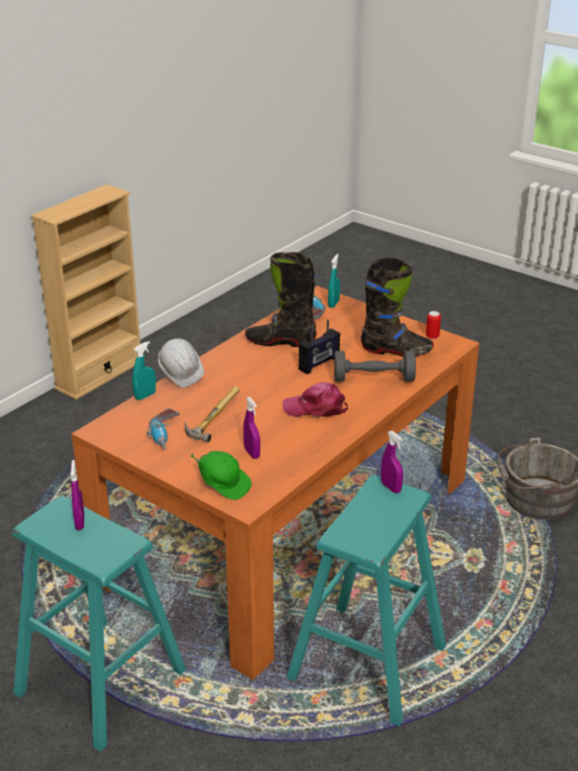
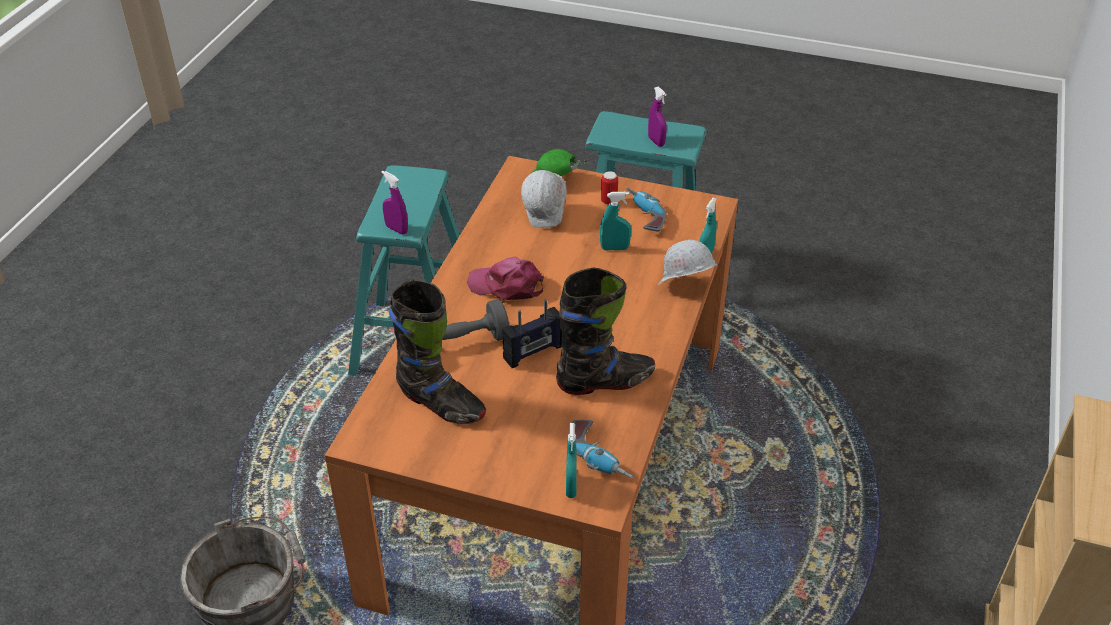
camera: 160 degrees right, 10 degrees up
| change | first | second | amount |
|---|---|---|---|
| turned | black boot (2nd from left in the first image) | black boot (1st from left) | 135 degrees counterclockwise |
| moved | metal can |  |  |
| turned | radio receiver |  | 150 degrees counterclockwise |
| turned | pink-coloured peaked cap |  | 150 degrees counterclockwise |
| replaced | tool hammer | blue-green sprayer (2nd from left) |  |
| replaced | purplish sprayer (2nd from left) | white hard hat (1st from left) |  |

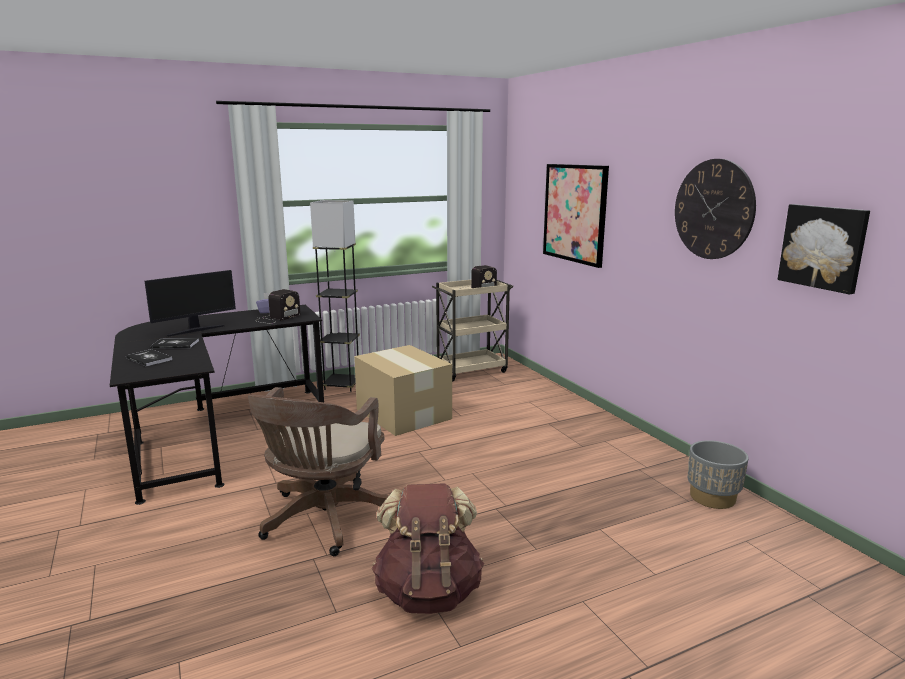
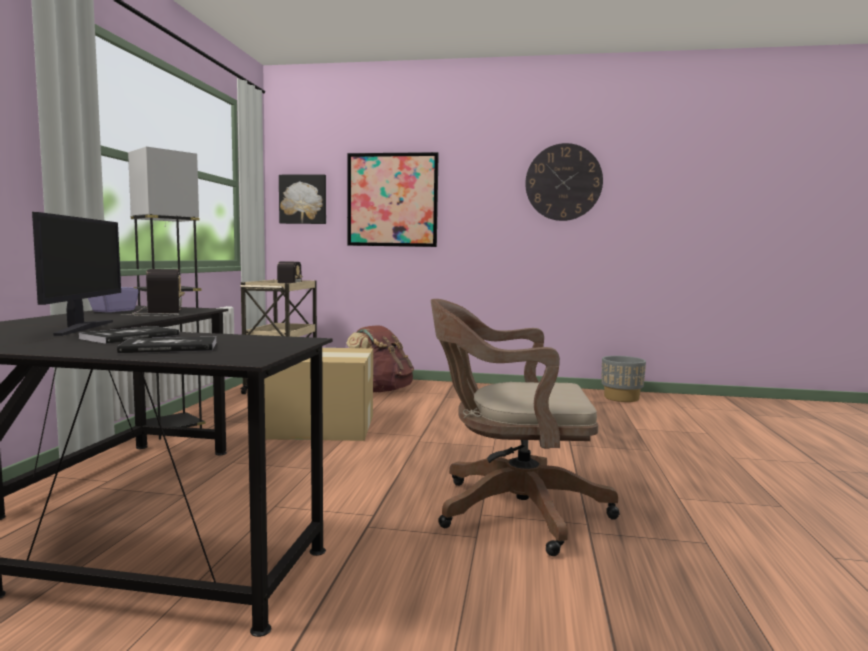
camera: 55 degrees left, 10 degrees down
| change | first | second | amount |
|---|---|---|---|
| moved | picture (2nd from left in the first image) | picture (1st from left) |  |
| turned | brown desk chair |  | 135 degrees clockwise |
| moved | brown rucksack |  |  |

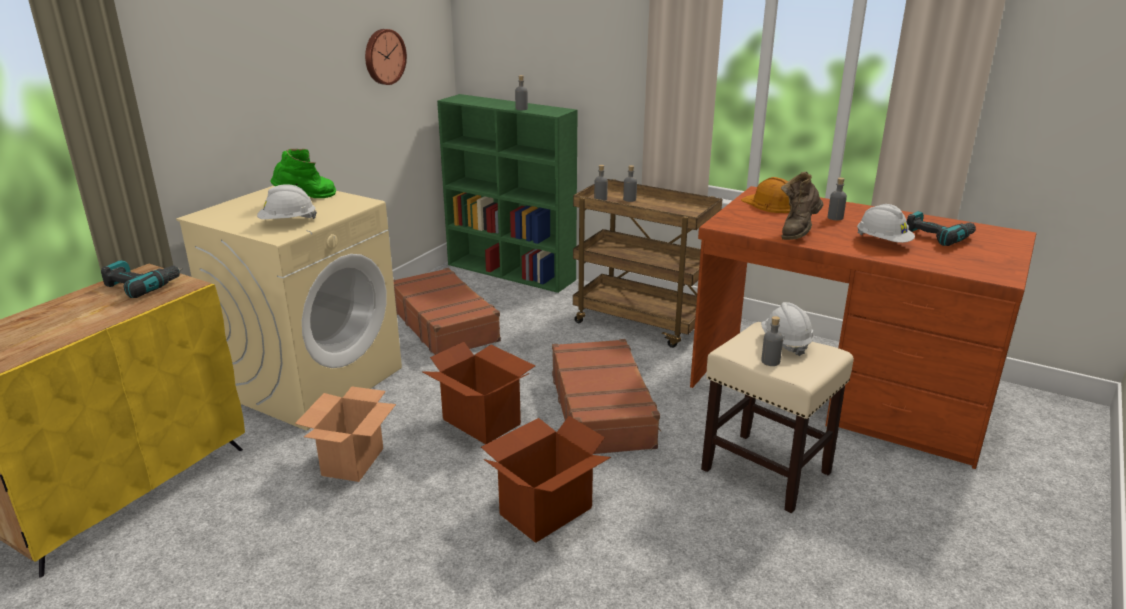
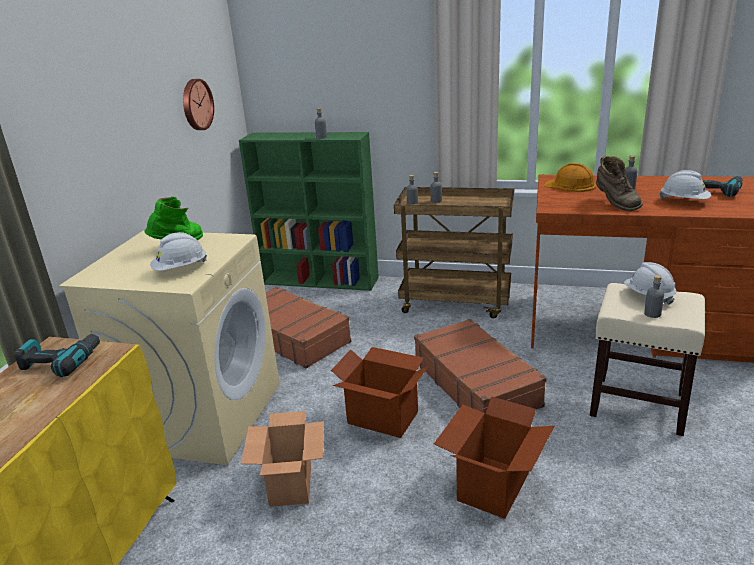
camera: 15 degrees left, 0 degrees up
| change | first | second | amount |
|---|---|---|---|
| turned | brown boot |  | 45 degrees counterclockwise |

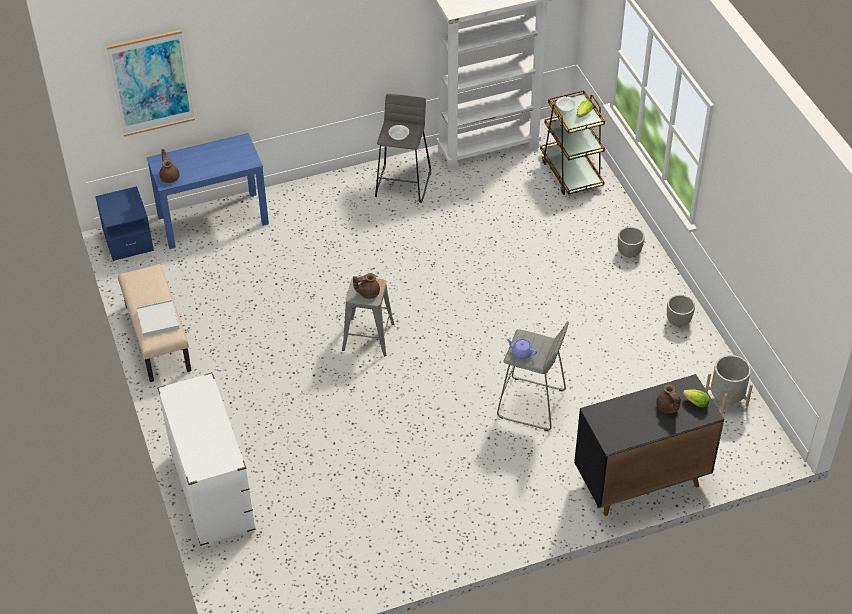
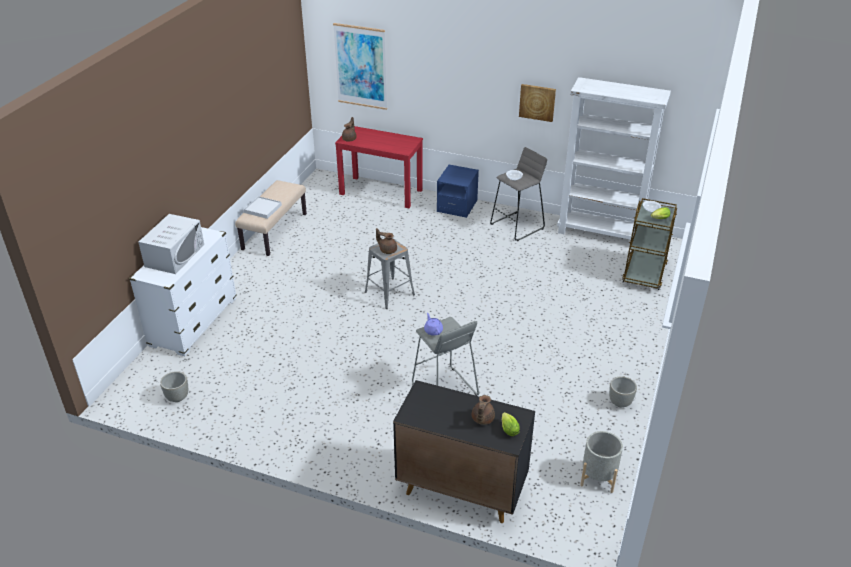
camera: 40 degrees right, 10 degrees down
| change | first | second | amount |
|---|---|---|---|
| recoloured | bluish hall table | reddish hall table |  |
| moved | bluish bedside table |  |  |
| moved | greyish flower pot (1st from left) |  |  |
| added |  | picture (2nd from left) |  |
| added |  | white microwave oven |  |

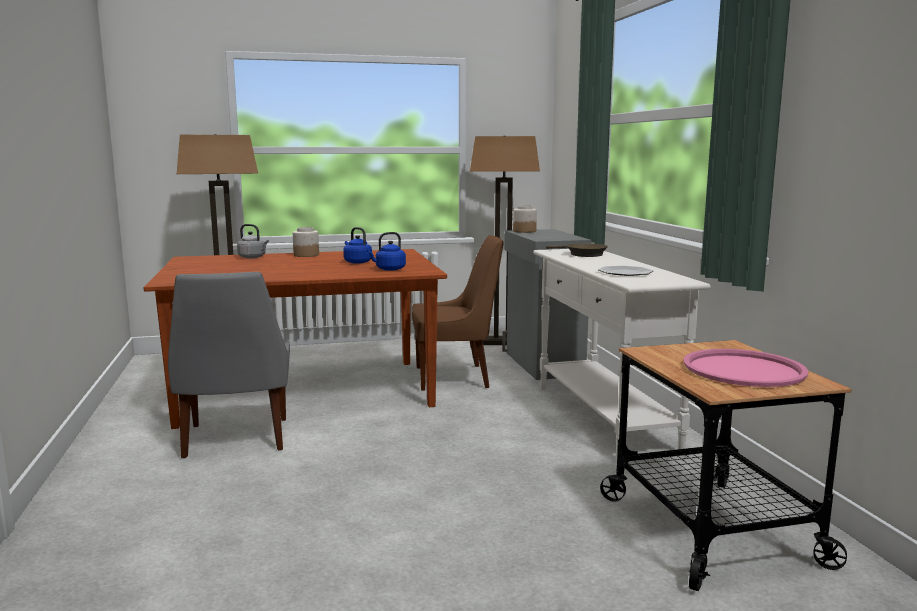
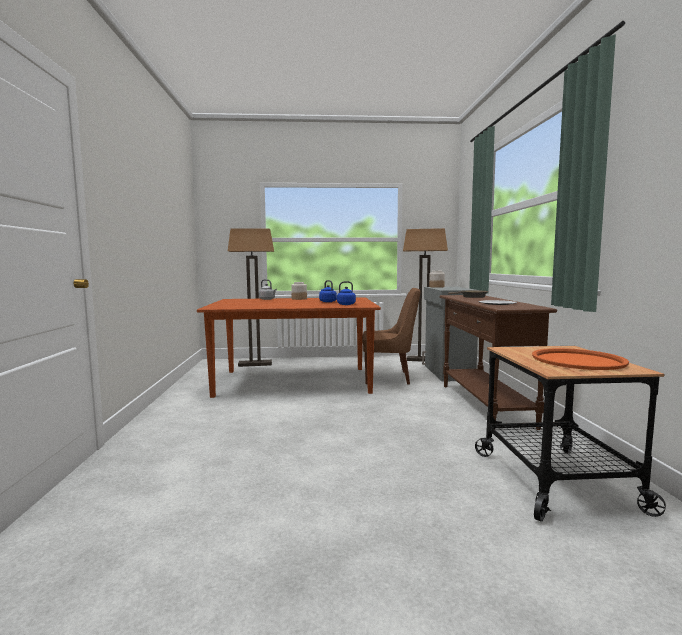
camera: 10 degrees right, 5 degrees down
| change | first | second | amount |
|---|---|---|---|
| recoloured | white hall table | brown hall table |  |
| removed | greyish upright chair |  |  |
| recoloured | pink-coloured serving tray | orange-coloured serving tray |  |

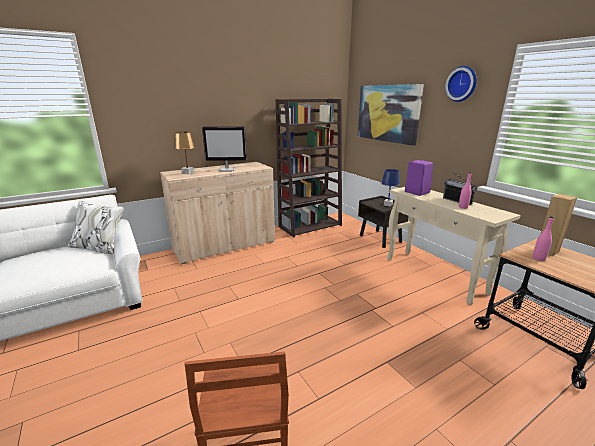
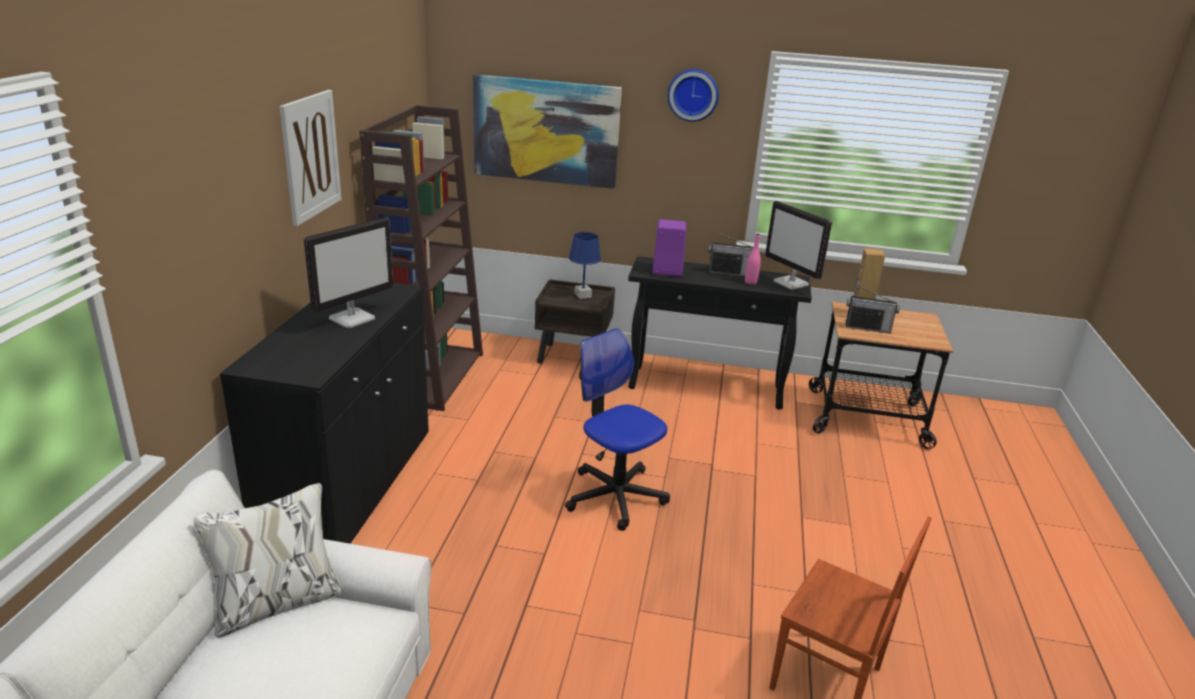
camera: 50 degrees left, 5 degrees up
| change | first | second | amount |
|---|---|---|---|
| removed | brown table lamp |  |  |
| recoloured | sand-coloured storage cabinet | black storage cabinet |  |
| recoloured | sand-coloured hall table | black hall table |  |
| replaced | pink-coloured drink bottle (2nd from left) | radio receiver (2nd from left) |  |
| added |  | picture (1st from left) |  |
| added |  | computer screen (2nd from left) |  |
| added |  | desk chair |  |

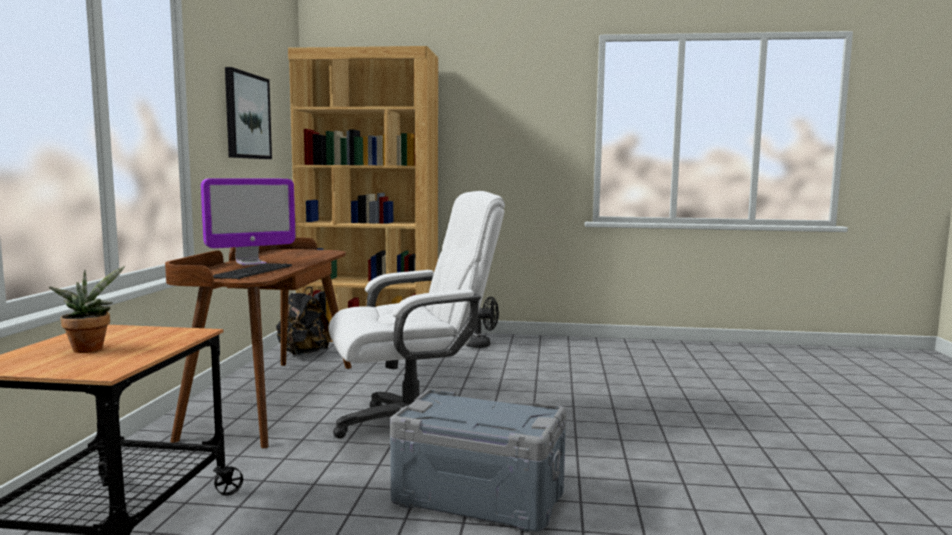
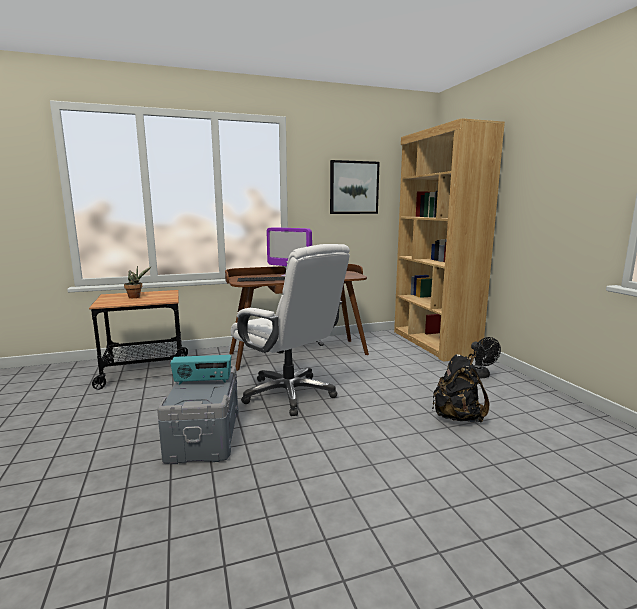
camera: 65 degrees right, 5 degrees up
| change | first | second | amount |
|---|---|---|---|
| moved | black rucksack |  |  |
| added |  | radio receiver |  |

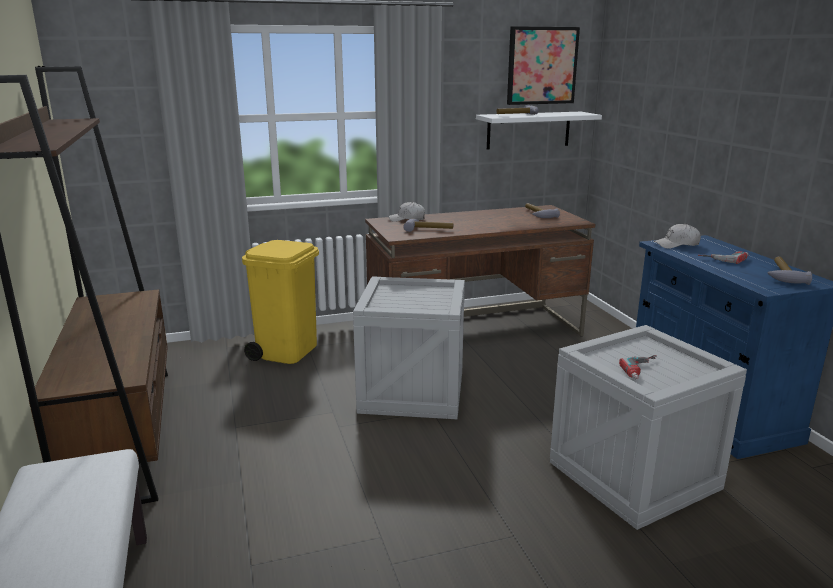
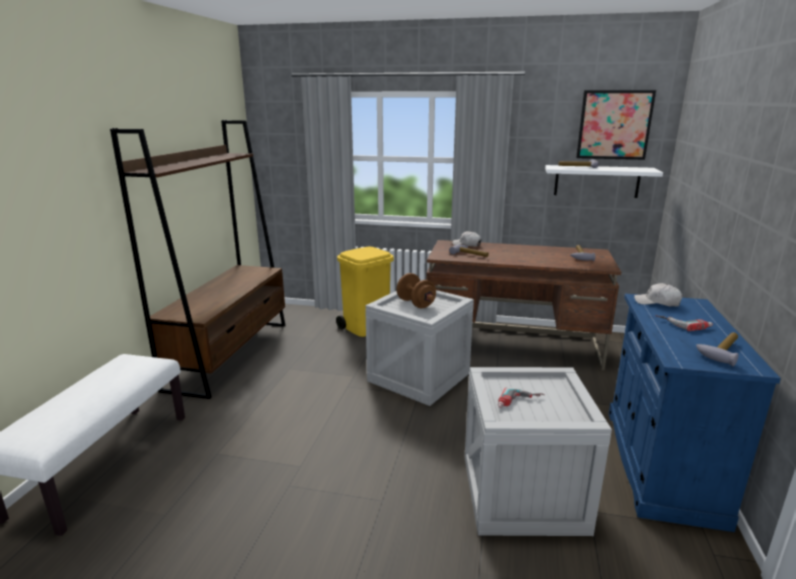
camera: 30 degrees right, 0 degrees up
| change | first | second | amount |
|---|---|---|---|
| added |  | brown dumbbell |  |

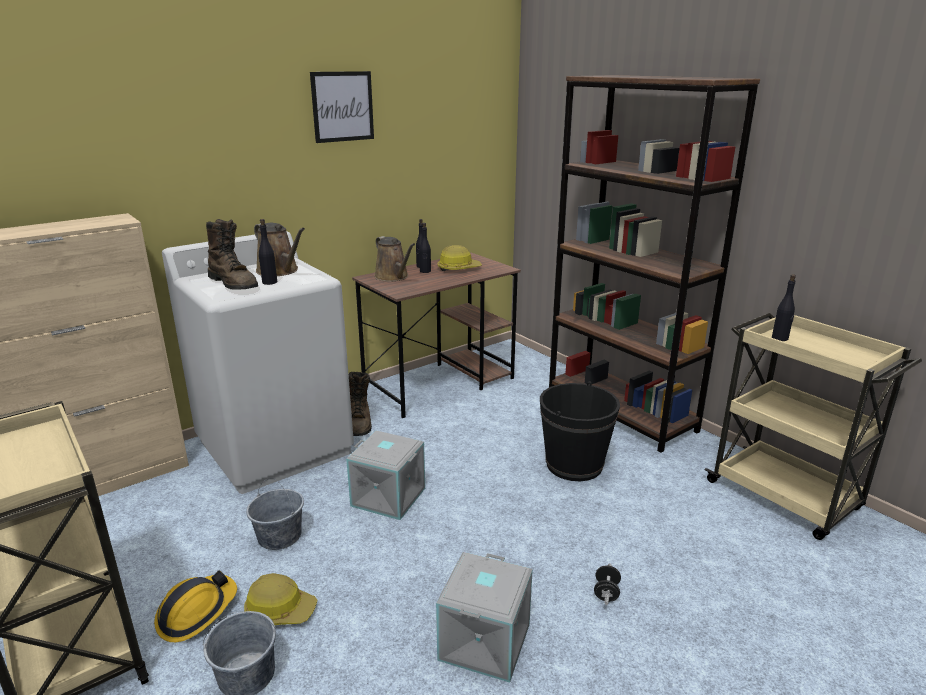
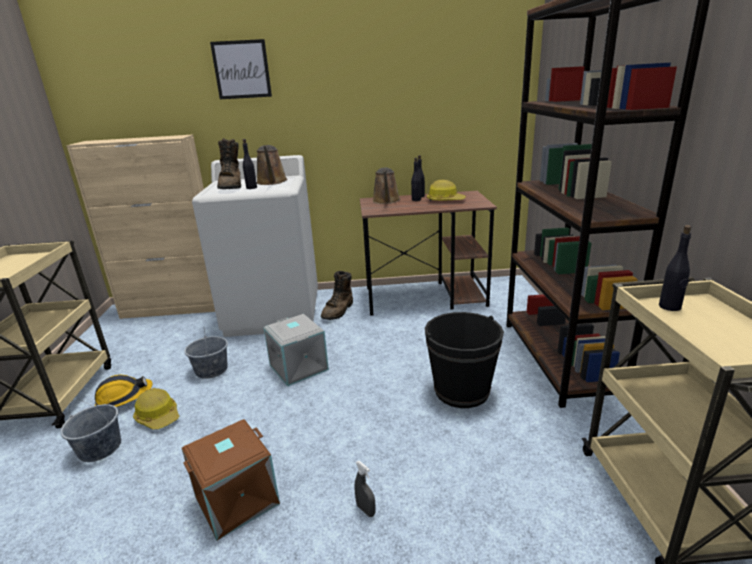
camera: 35 degrees right, 0 degrees up
| change | first | second | amount |
|---|---|---|---|
| moved | picture |  |  |
| recoloured | greyish storage box (2nd from left) | brown storage box |  |
| replaced | black dumbbell | greyish sprayer |  |

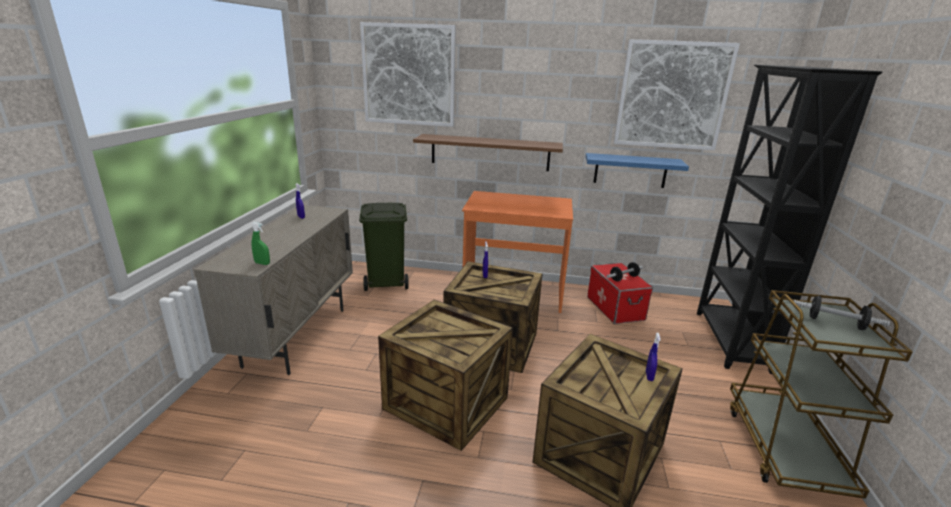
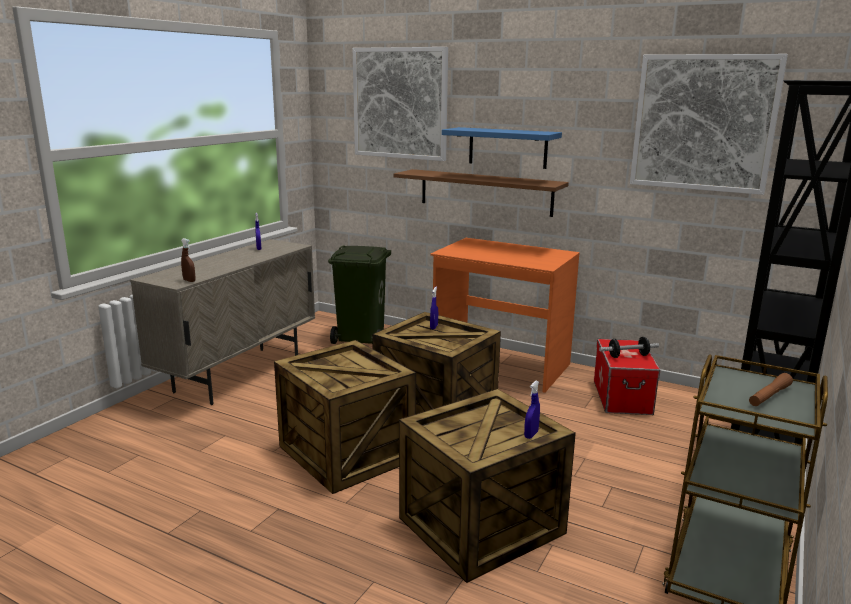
camera: 20 degrees right, 5 degrees down
| change | first | second | amount |
|---|---|---|---|
| moved | bluish bracket shelf |  |  |
| recoloured | green-coloured sprayer | brown sprayer |  |
| replaced | dumbbell (2nd from left) | brown flashlight |  |

